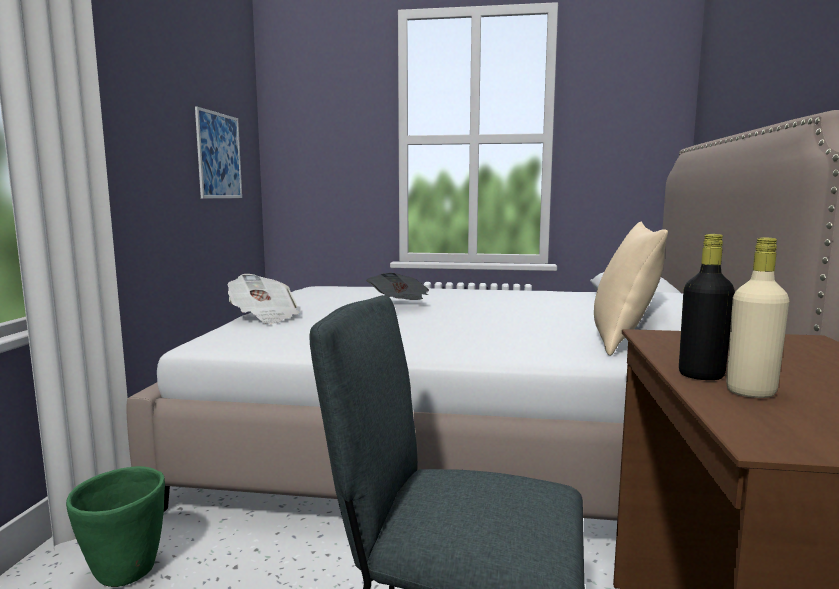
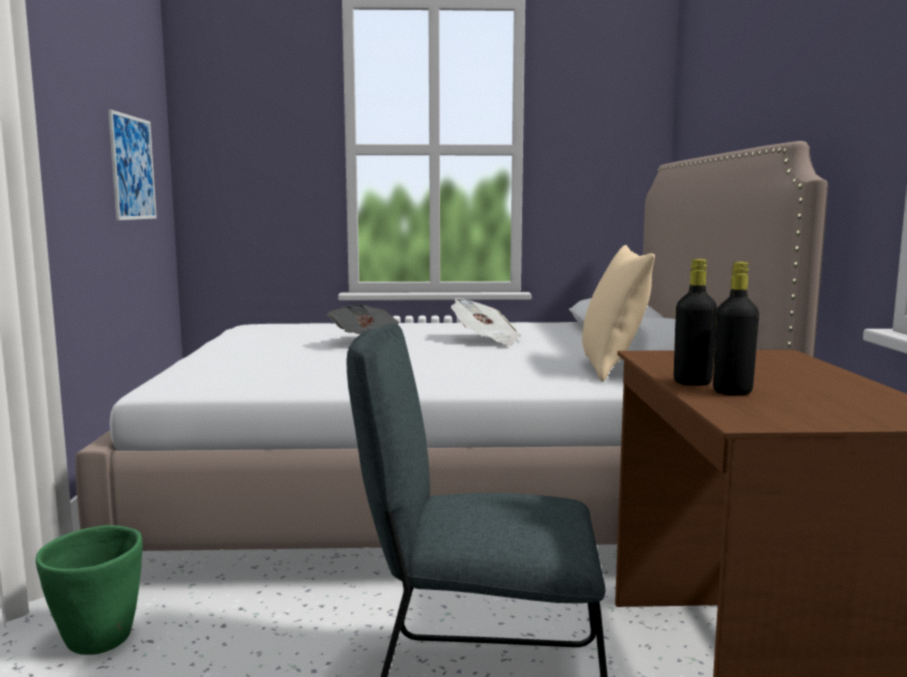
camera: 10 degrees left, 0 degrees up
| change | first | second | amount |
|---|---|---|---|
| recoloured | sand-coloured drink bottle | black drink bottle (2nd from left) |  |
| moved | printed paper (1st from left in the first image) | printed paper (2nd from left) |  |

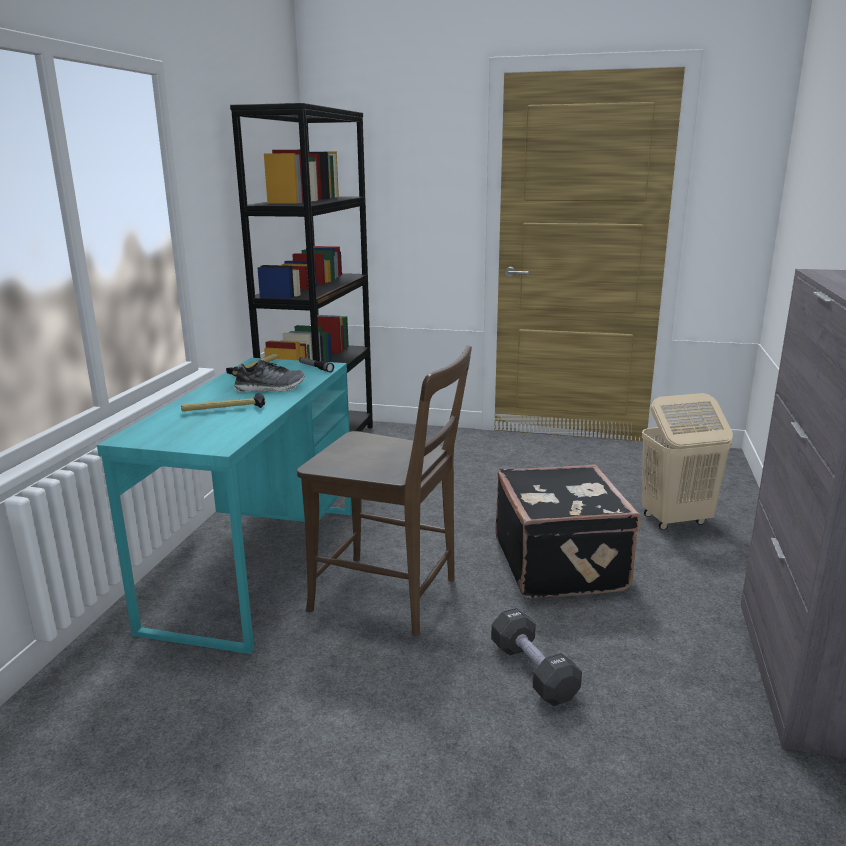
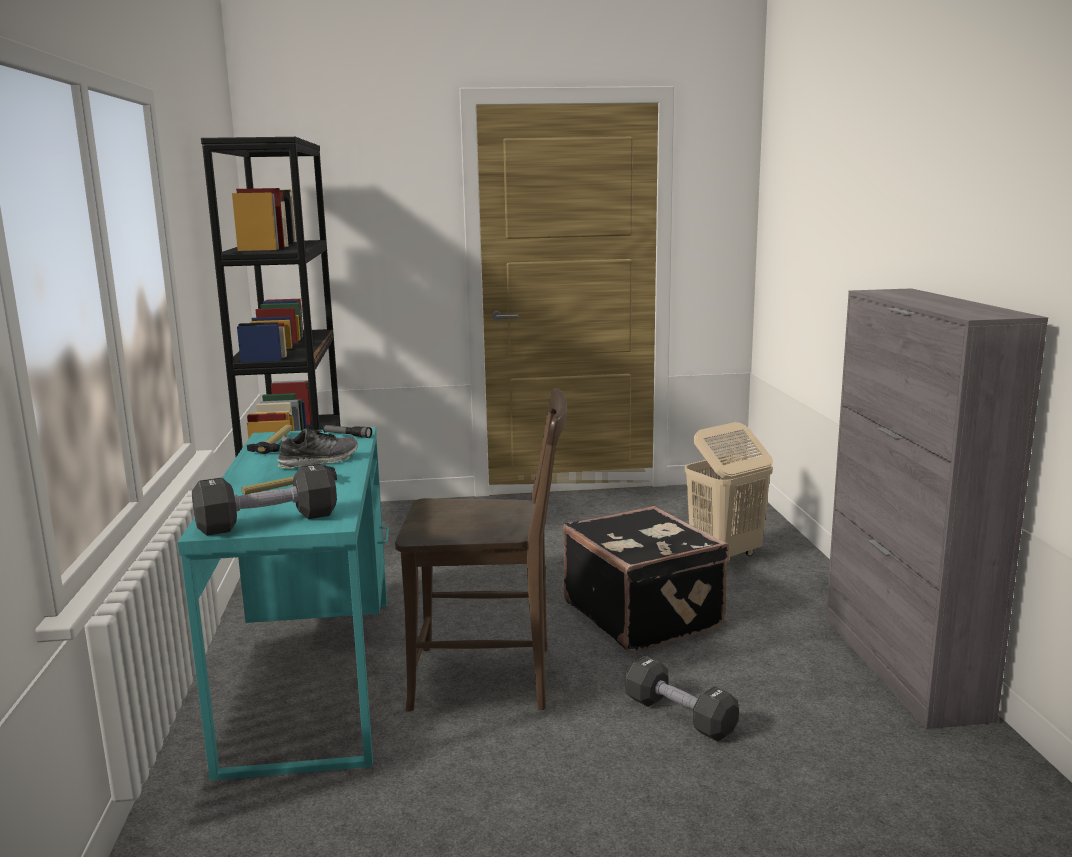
camera: 20 degrees left, 5 degrees down
| change | first | second | amount |
|---|---|---|---|
| added |  | black dumbbell (1st from left) |  |

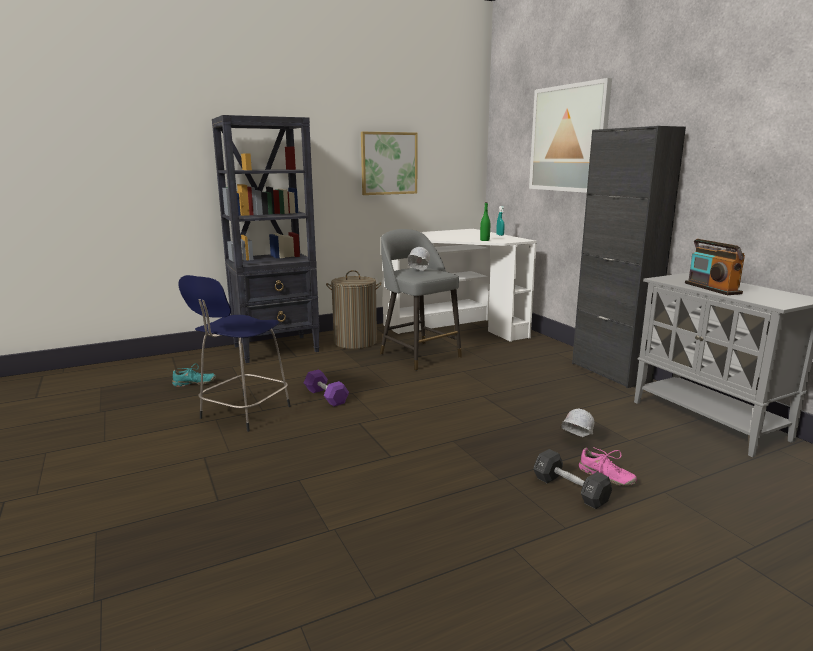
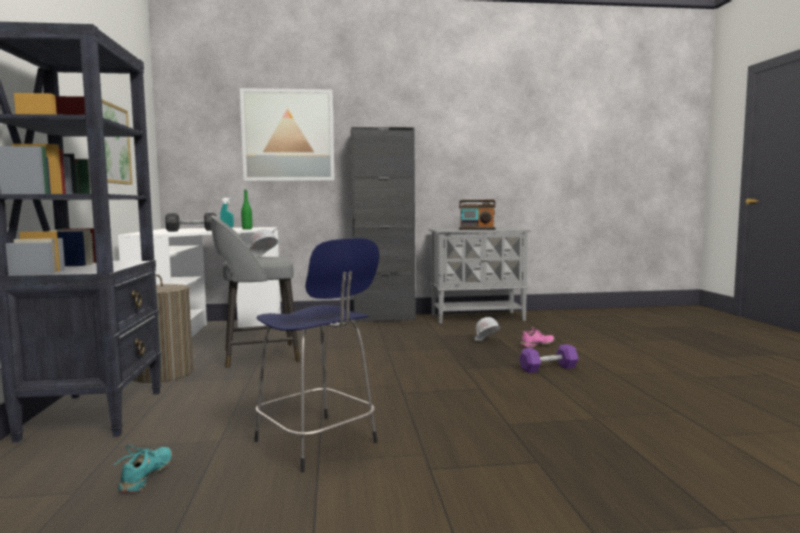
camera: 70 degrees left, 10 degrees down
| change | first | second | amount |
|---|---|---|---|
| moved | purplish dumbbell |  |  |
| moved | black dumbbell |  |  |

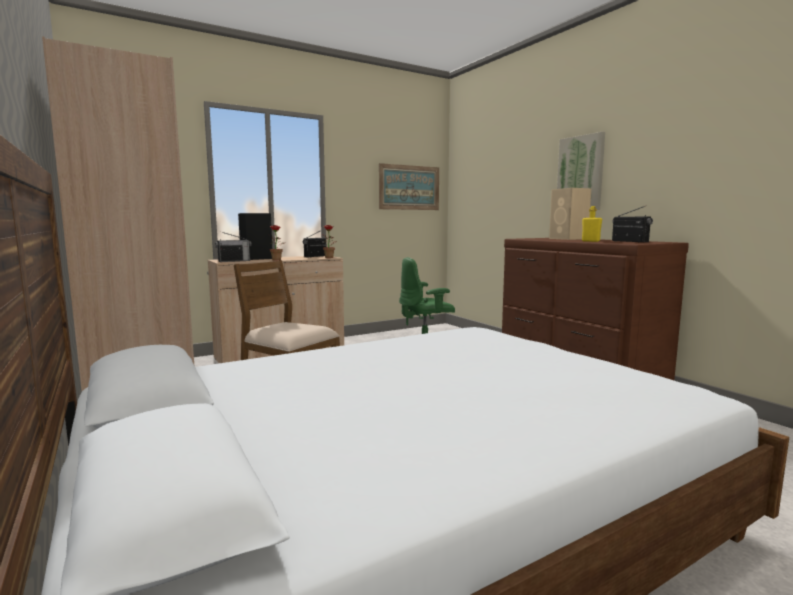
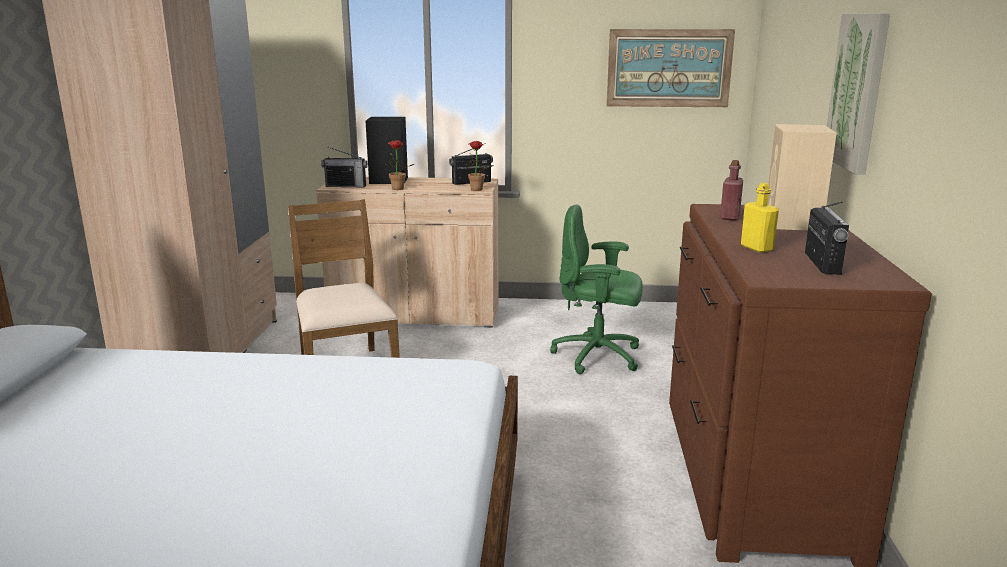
camera: 35 degrees right, 10 degrees up
| change | first | second | amount |
|---|---|---|---|
| added |  | reddish drink bottle |  |

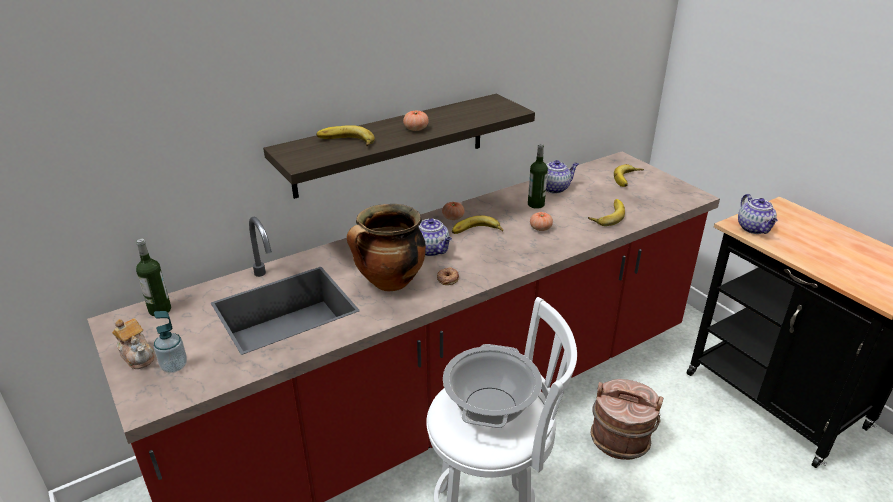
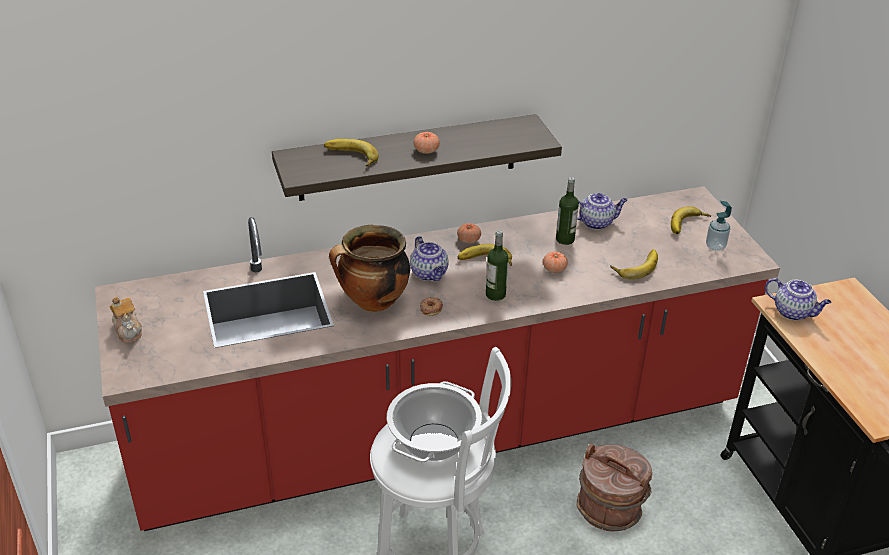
camera: 15 degrees right, 5 degrees up
| change | first | second | amount |
|---|---|---|---|
| turned | pot for tea (4th from left) |  | 60 degrees counterclockwise |
| moved | drink bottle (1st from left) |  |  |
| moved | liquid soap bottle |  |  |

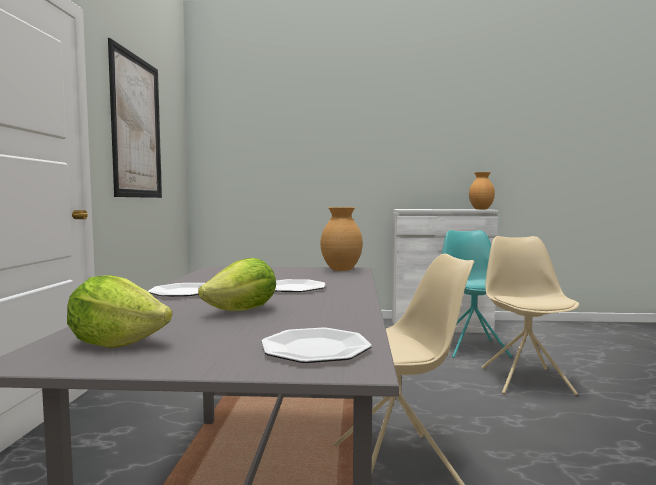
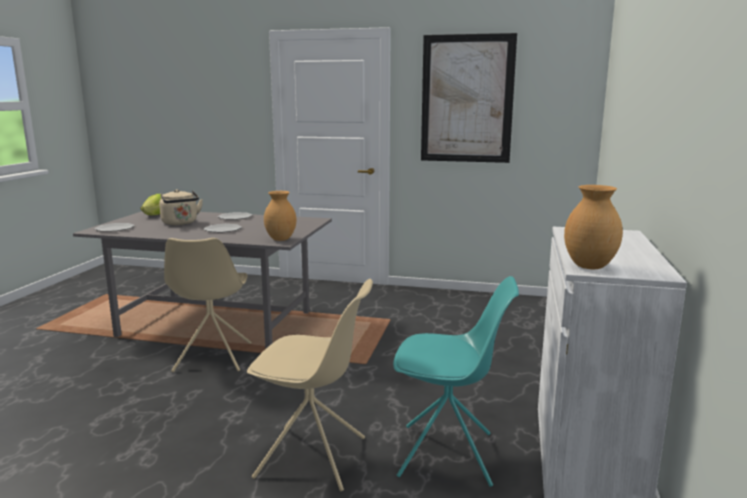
camera: 100 degrees right, 10 degrees up
| change | first | second | amount |
|---|---|---|---|
| replaced | head of lettuce (2nd from left) | sand-coloured tea kettle |  |

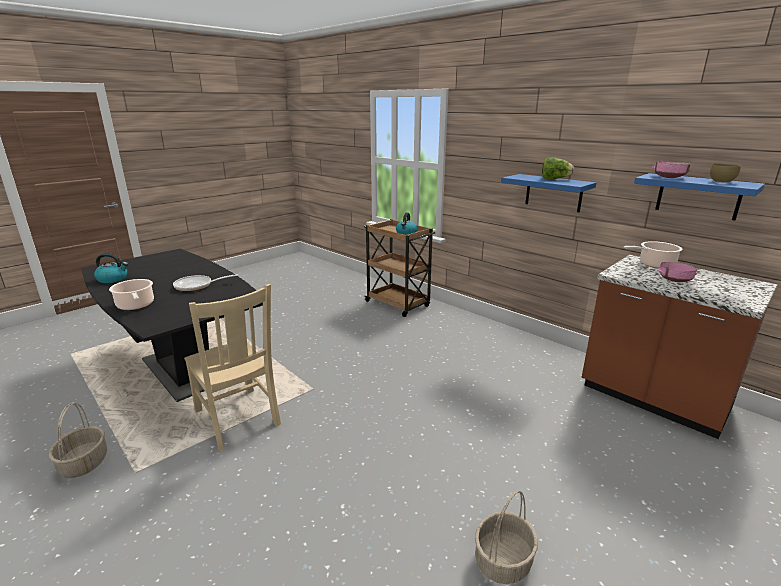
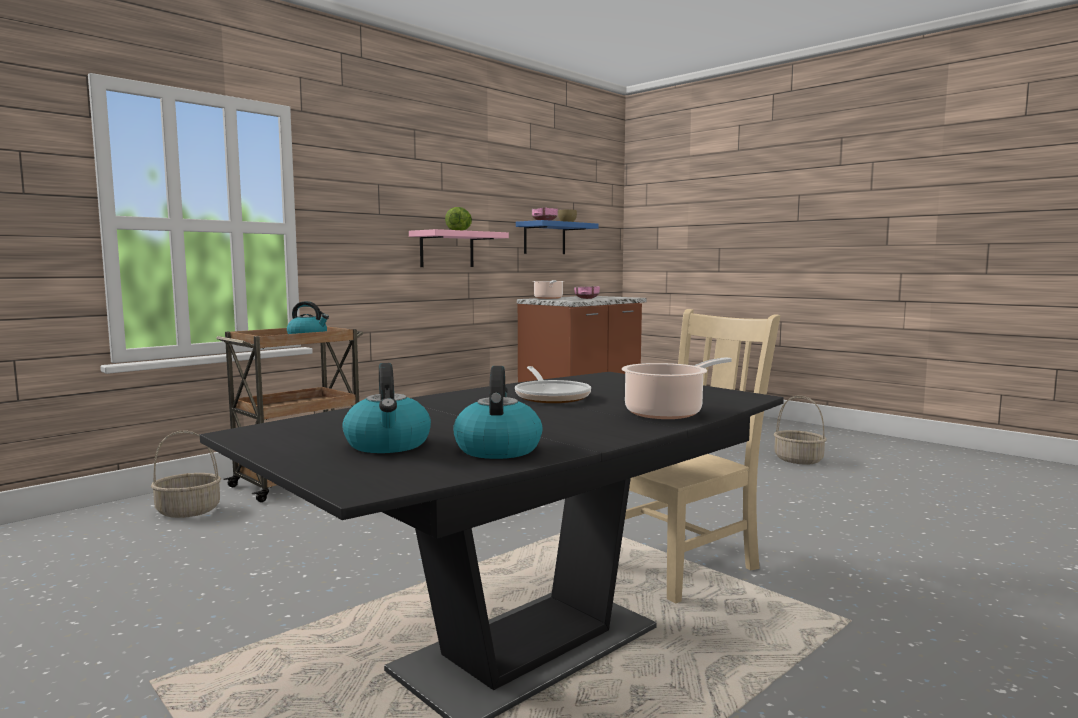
camera: 90 degrees left, 15 degrees down
| change | first | second | amount |
|---|---|---|---|
| recoloured | bluish bracket shelf (1st from left) | pink-coloured bracket shelf |  |
| moved | basket (1st from left) |  |  |
| added |  | tea kettle (2nd from left) |  |

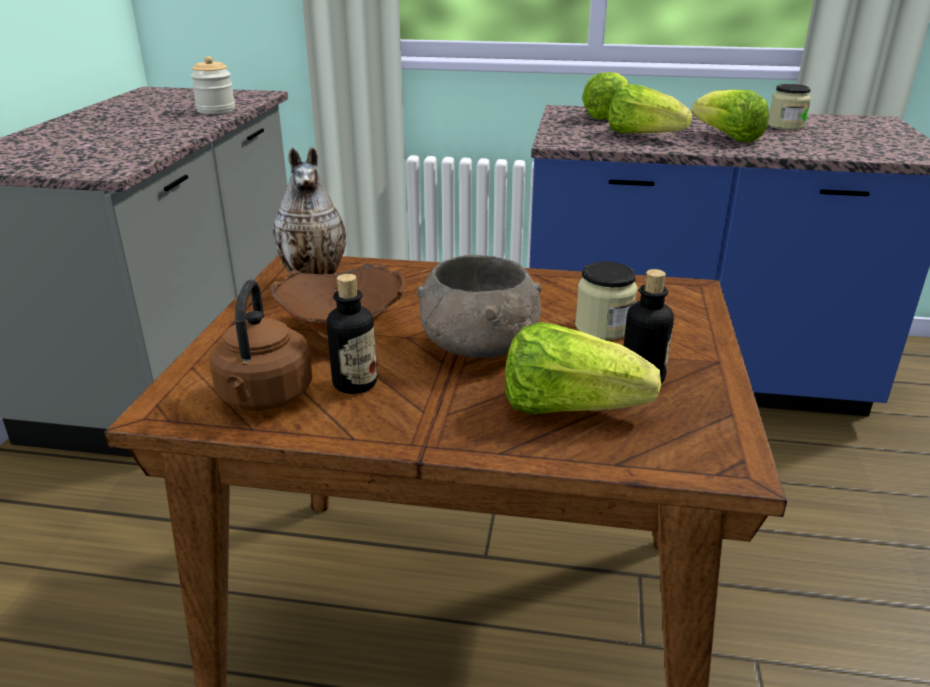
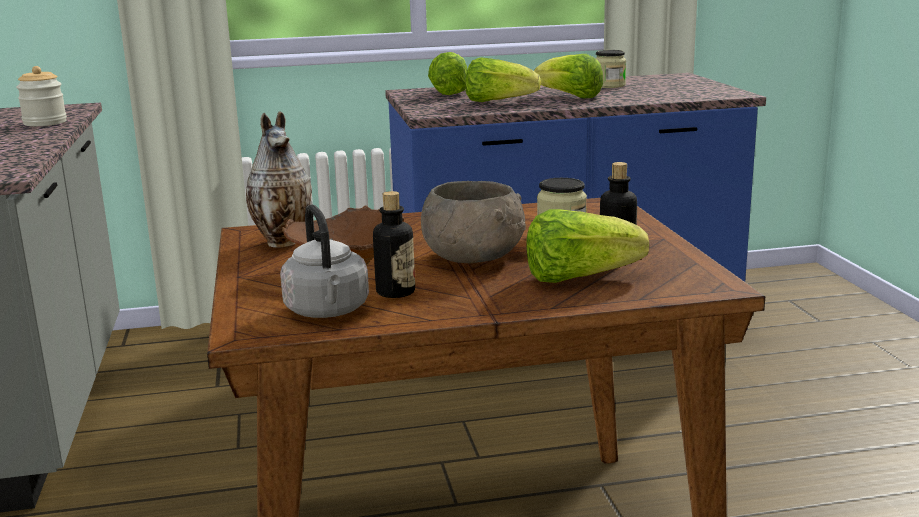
camera: 20 degrees left, 10 degrees down
| change | first | second | amount |
|---|---|---|---|
| recoloured | brown tea kettle | greyish tea kettle |  |

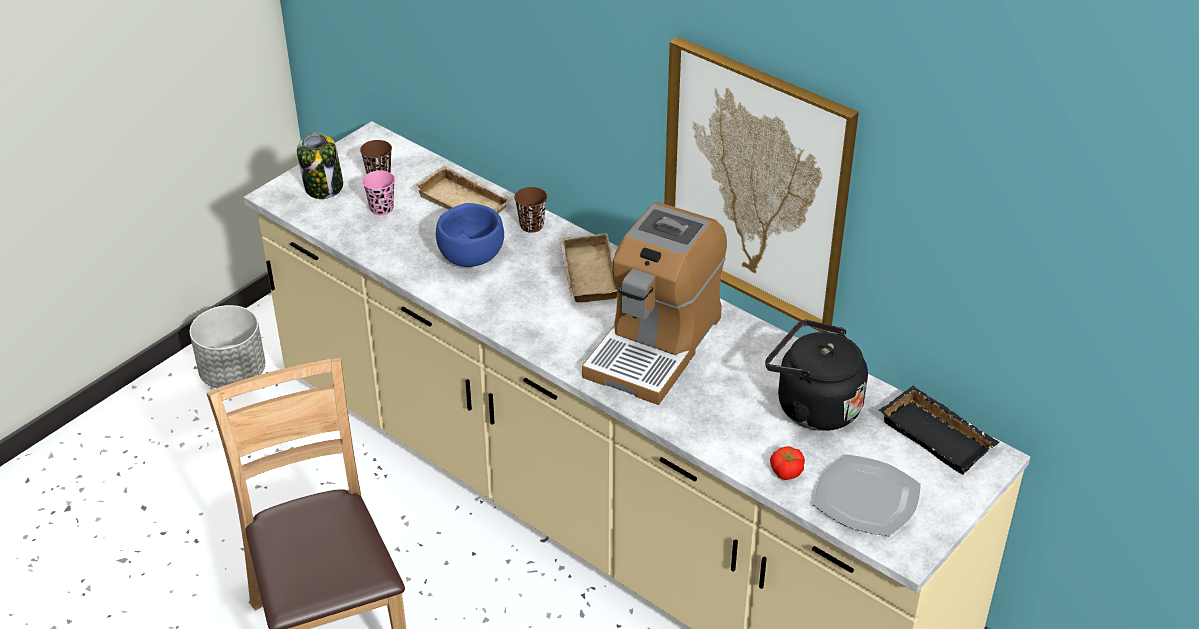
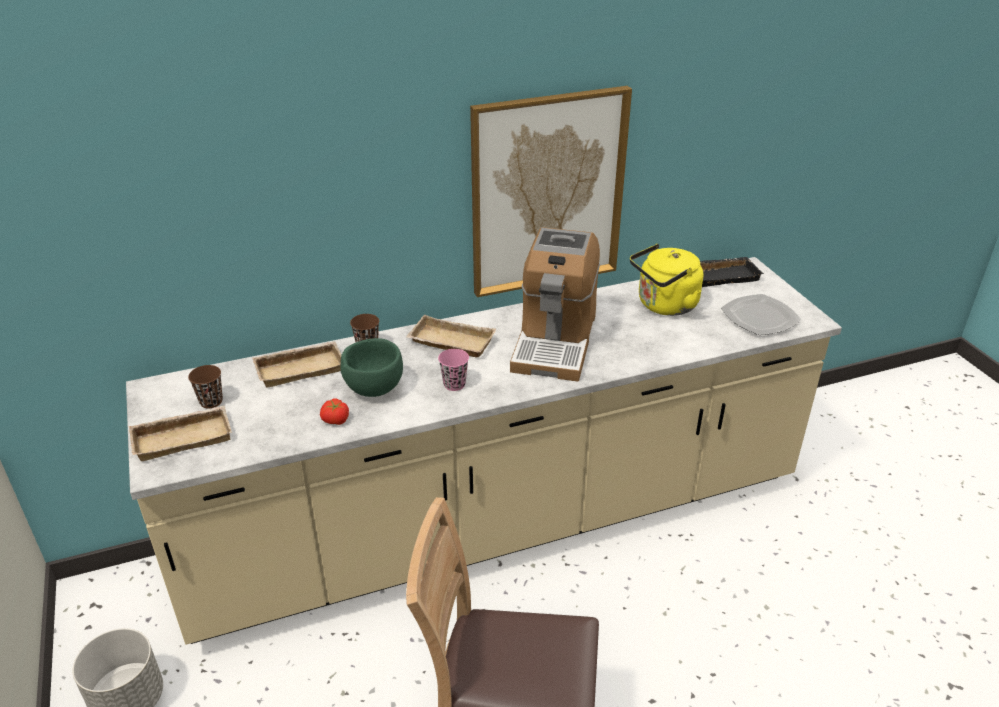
camera: 60 degrees left, 5 degrees down
| change | first | second | amount |
|---|---|---|---|
| replaced | storage jar | sand-coloured serving tray (1st from left) |  |
| moved | pink-coloured small cup |  |  |
| turned | coffee machine |  | 45 degrees clockwise |
| recoloured | bluish serving bowl | green-coloured serving bowl |  |
| recoloured | black tea kettle | yellow-coloured tea kettle |  |
| moved | fresh tomato |  |  |

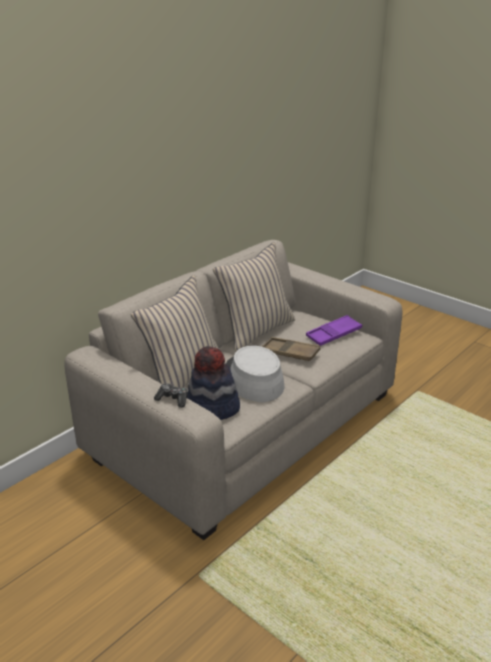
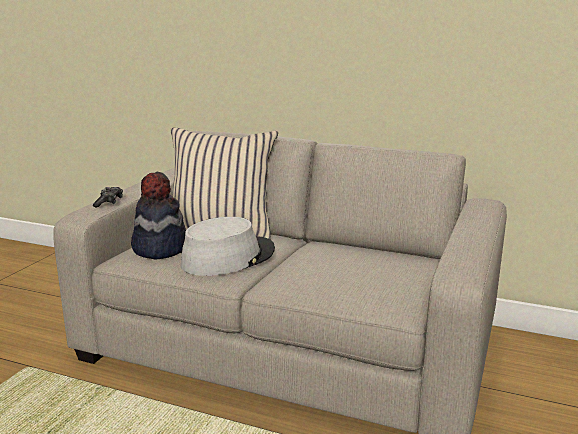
camera: 70 degrees right, 10 degrees down
| change | first | second | amount |
|---|---|---|---|
| removed | sand-coloured cushion (2nd from left) |  |  |
| removed | purplish serving tray |  |  |
| removed | brown serving tray |  |  |

